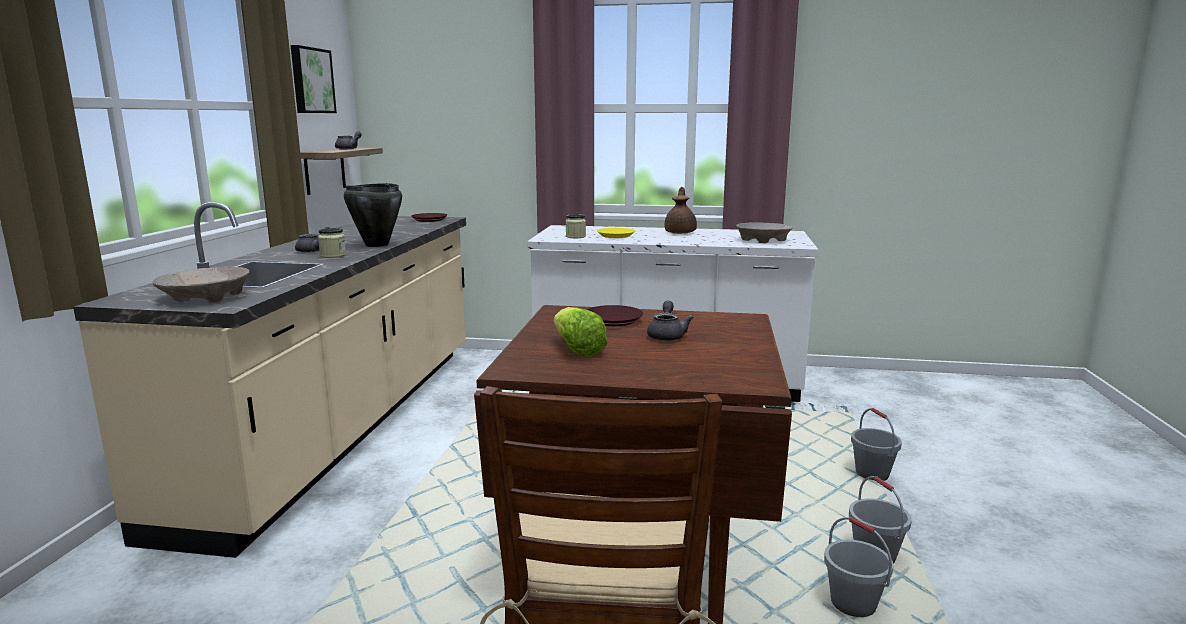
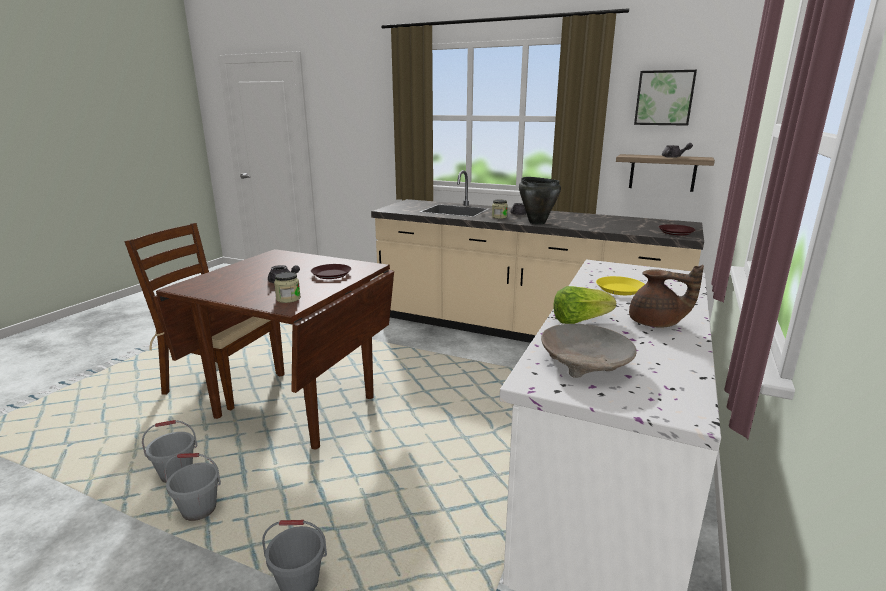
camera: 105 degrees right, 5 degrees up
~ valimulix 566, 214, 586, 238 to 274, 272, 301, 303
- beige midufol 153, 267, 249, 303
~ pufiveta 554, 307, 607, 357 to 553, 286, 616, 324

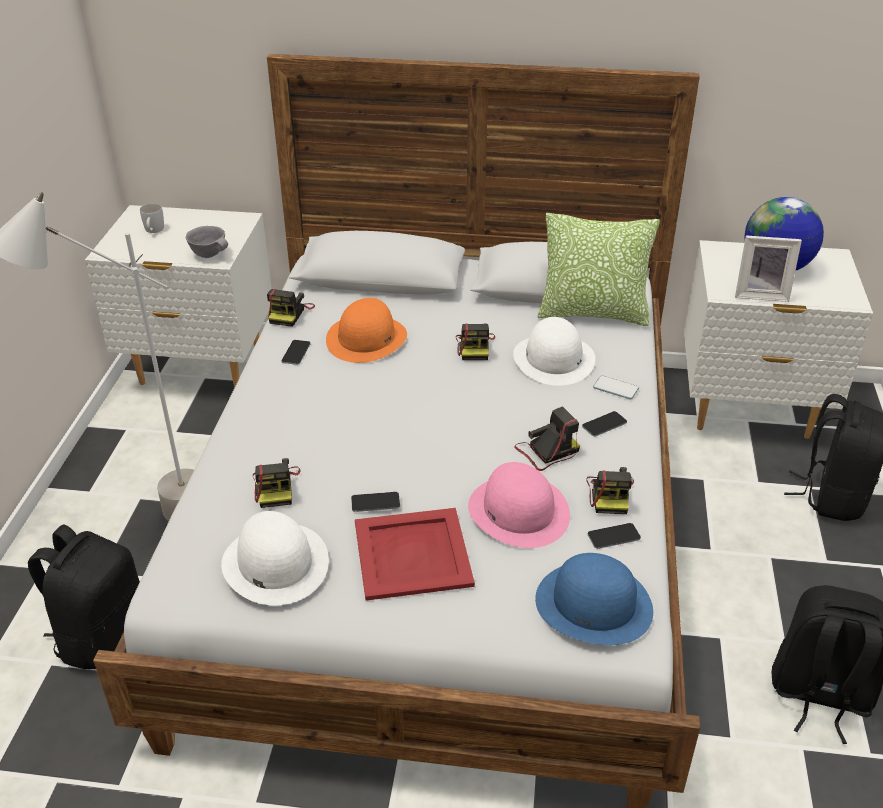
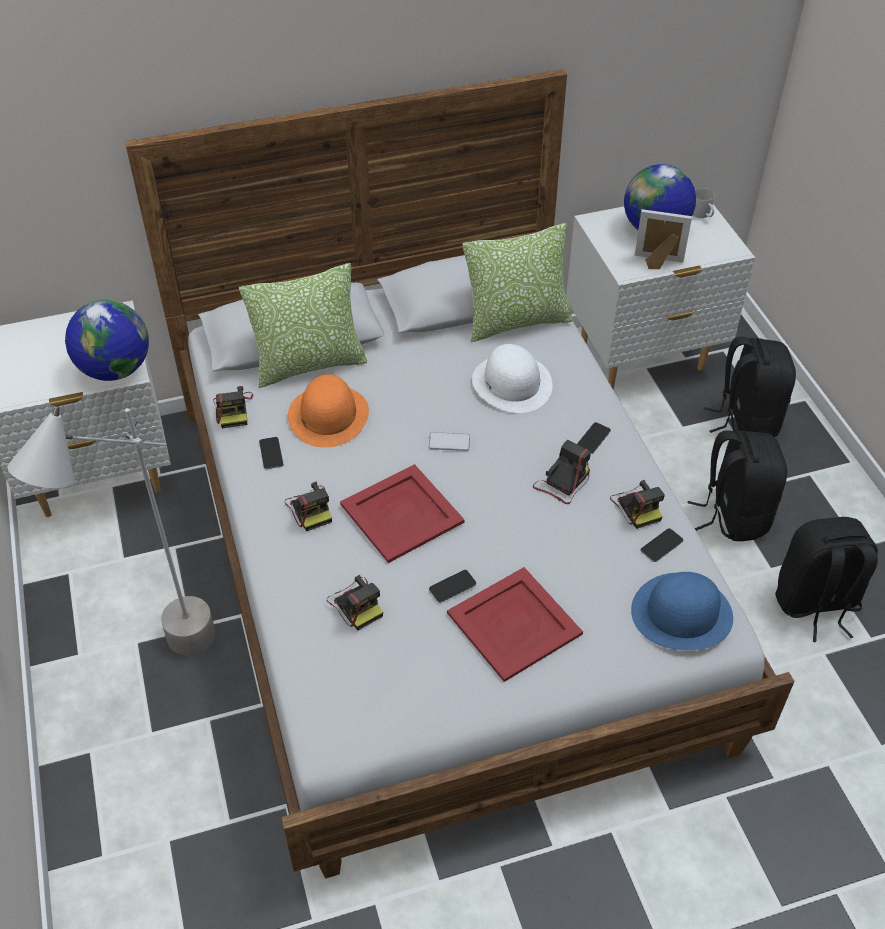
camera: 25 degrees left, 10 degrees up
~ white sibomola 140, 203, 164, 233 to 693, 188, 715, 218
~ grey midufol 186, 226, 228, 258 to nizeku 65, 300, 149, 381
~ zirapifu 735, 235, 802, 302 = 635, 209, 692, 269 150 degrees counterclockwise
~ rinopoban 456, 323, 495, 360 to 285, 482, 332, 531
~ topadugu 593, 375, 639, 399 to 429, 432, 470, 451
- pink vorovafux 468, 462, 570, 548
- white vorovafux 221, 511, 329, 606
~ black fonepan 28, 524, 140, 669 to 688, 430, 787, 541
+ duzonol 239, 263, 367, 388
+ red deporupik 340, 464, 465, 563

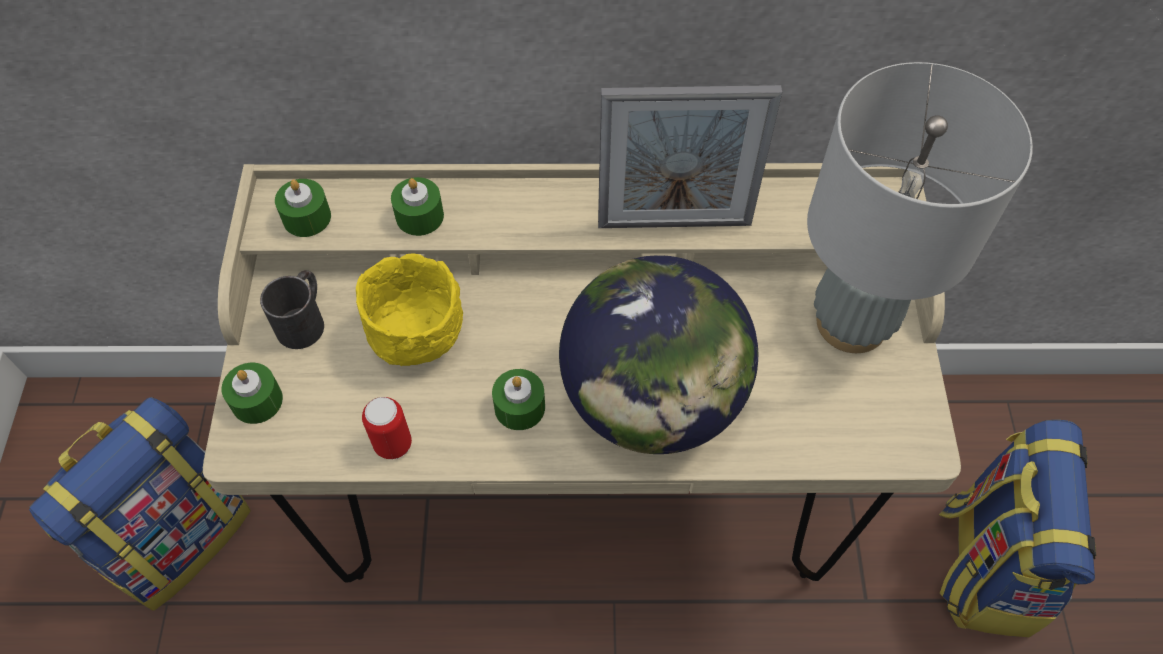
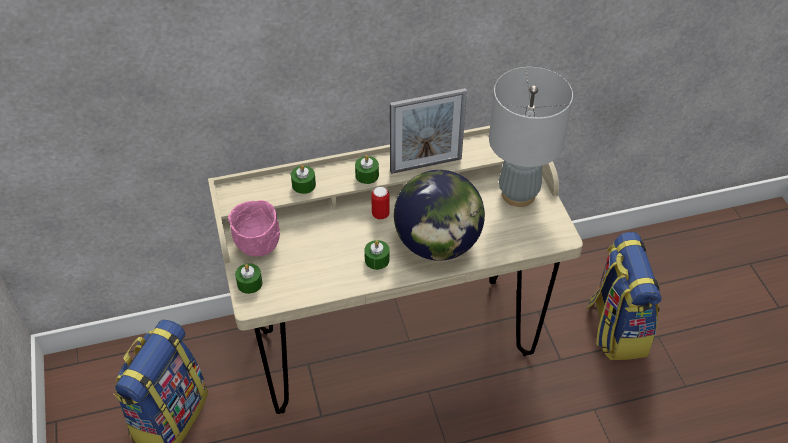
camera: 15 degrees left, 10 degrees down
~ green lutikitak 275, 179, 331, 237 to 355, 155, 379, 184
- yellow midufol 356, 253, 463, 366
~ black sibomola 260, 270, 324, 349 to pink midufol 228, 200, 280, 257
~ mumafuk 362, 397, 412, 460 to 371, 187, 390, 220

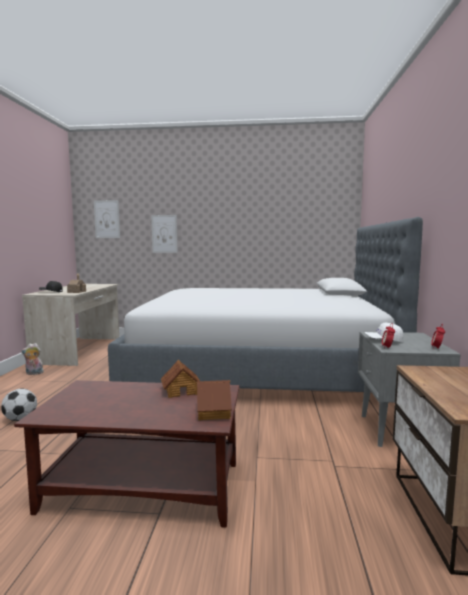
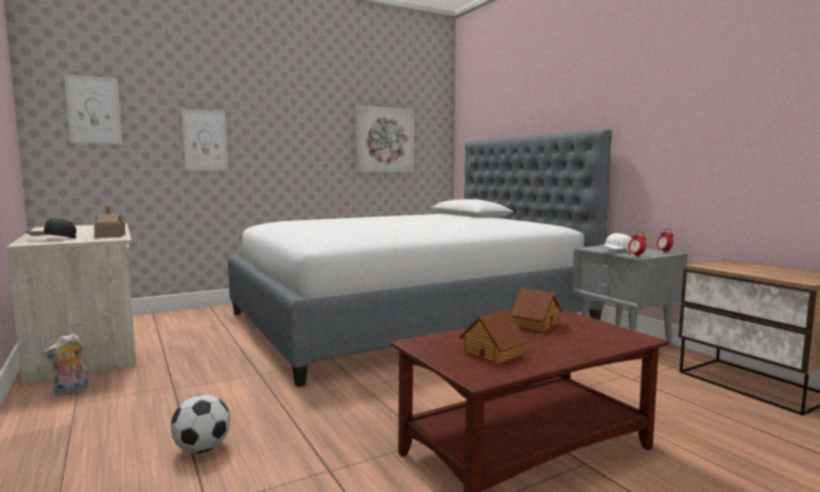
camera: 35 degrees left, 0 degrees up
~ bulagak 196, 380, 232, 420 to 459, 309, 528, 364
+ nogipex 355, 105, 414, 172

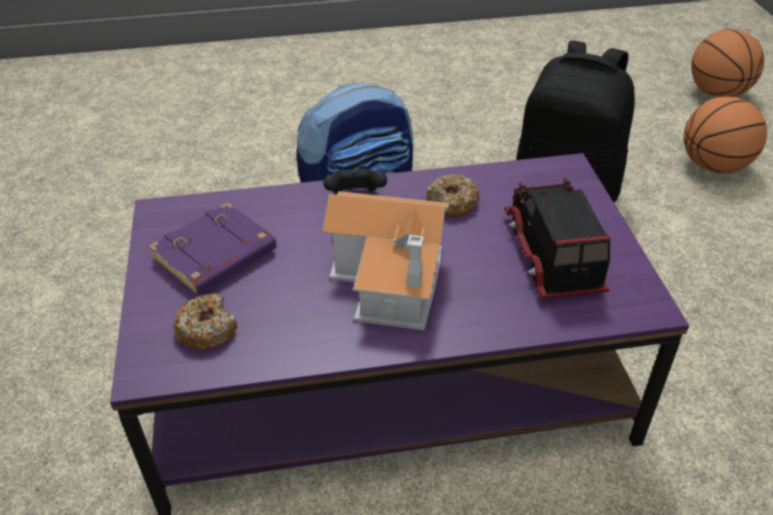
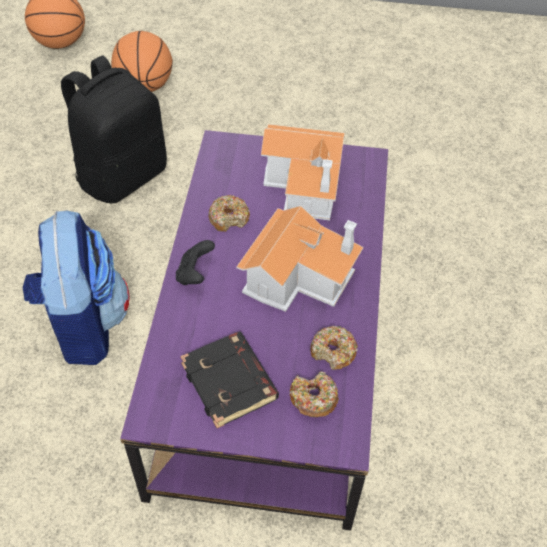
camera: 75 degrees left, 10 degrees up
~ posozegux 504, 178, 610, 299 to bulagak 261, 124, 345, 220
~ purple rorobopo 149, 203, 277, 295 to black rorobopo 180, 332, 279, 428
+ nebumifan 310, 326, 358, 370

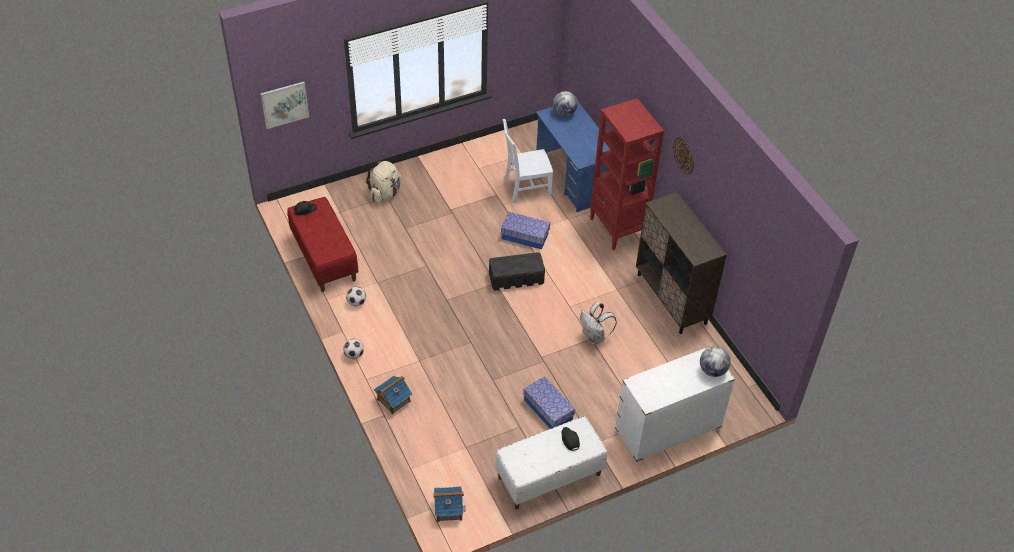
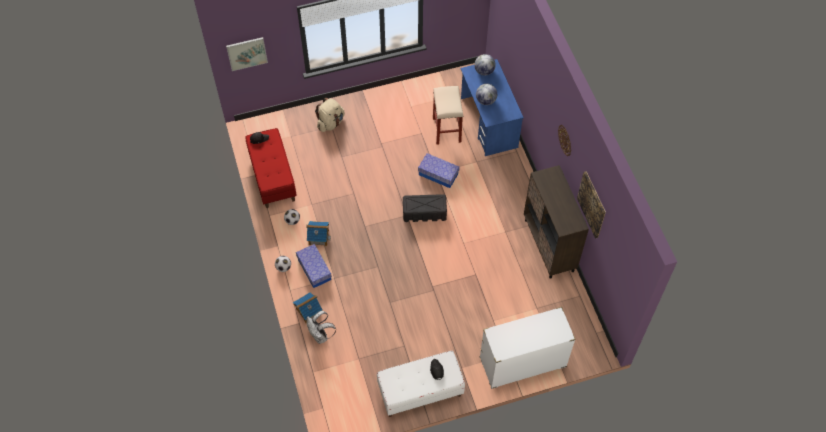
camera: 10 degrees right, 10 degrees up
- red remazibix 590, 98, 664, 250
~ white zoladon 503, 119, 553, 203 to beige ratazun 433, 86, 463, 145
~ white fonepan 580, 302, 617, 345 to 306, 311, 336, 344
~ nizeku 700, 346, 731, 377 to 476, 84, 497, 105
~ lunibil 523, 376, 575, 429 to 296, 244, 332, 288
~ bulagak 433, 486, 466, 522 to 306, 221, 331, 246
+ nogipex 577, 171, 606, 238

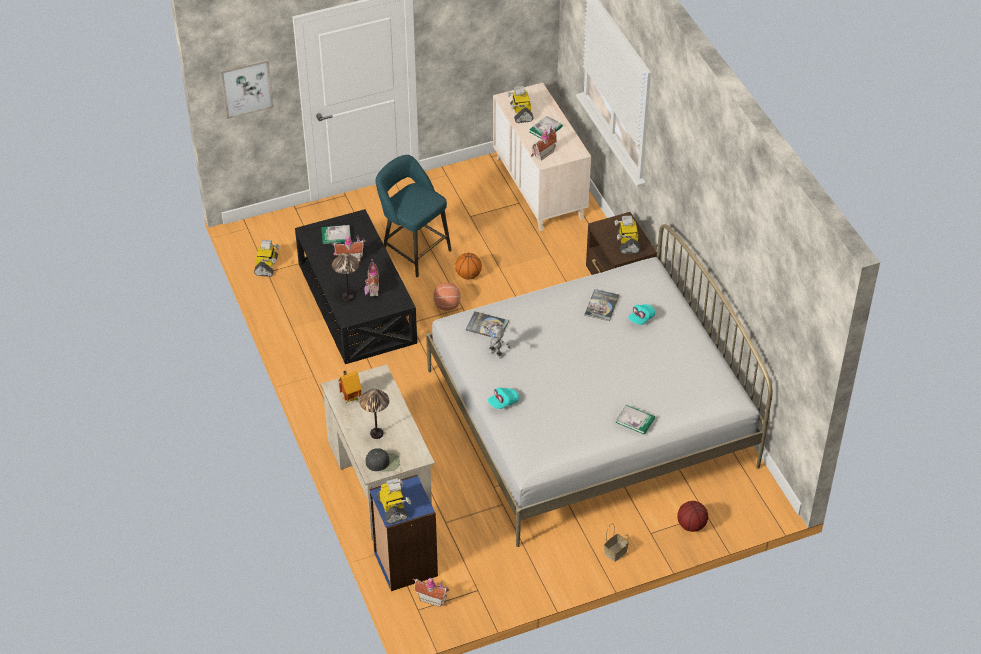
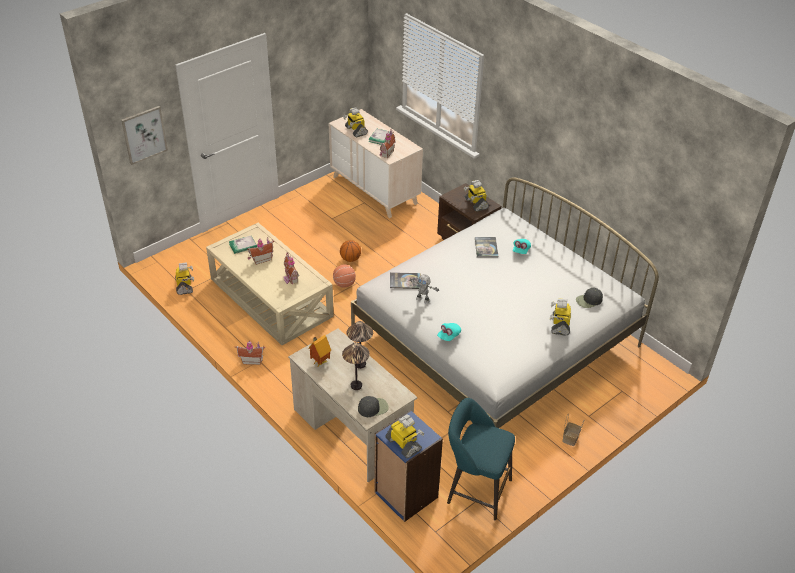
camera: 20 degrees left, 5 degrees down
~ turquoise ratazun 376, 155, 452, 277 to 447, 398, 515, 520
~ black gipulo 295, 209, 417, 364 to beige gipulo 206, 223, 334, 345
~ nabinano 332, 253, 359, 301 to 347, 321, 373, 369
~ rorobopo 616, 405, 655, 435 to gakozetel 550, 298, 571, 336
- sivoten 677, 501, 708, 532
~ bulagak 413, 577, 449, 607 to 235, 341, 265, 365
+ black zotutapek 576, 288, 603, 308

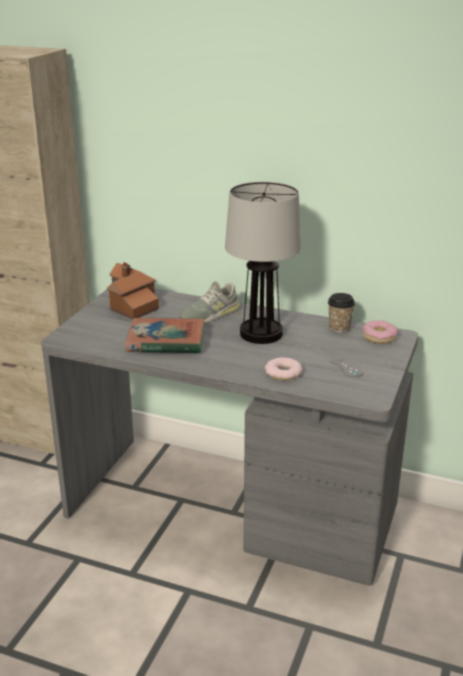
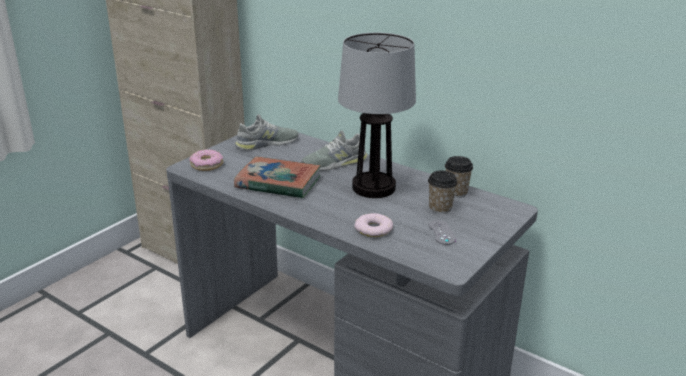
camera: 15 degrees right, 0 degrees up
~ bulagak 107, 262, 159, 320 to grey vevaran 235, 114, 299, 151
~ nebumifan 363, 320, 398, 344 to 189, 149, 223, 171
+ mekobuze 428, 170, 458, 214

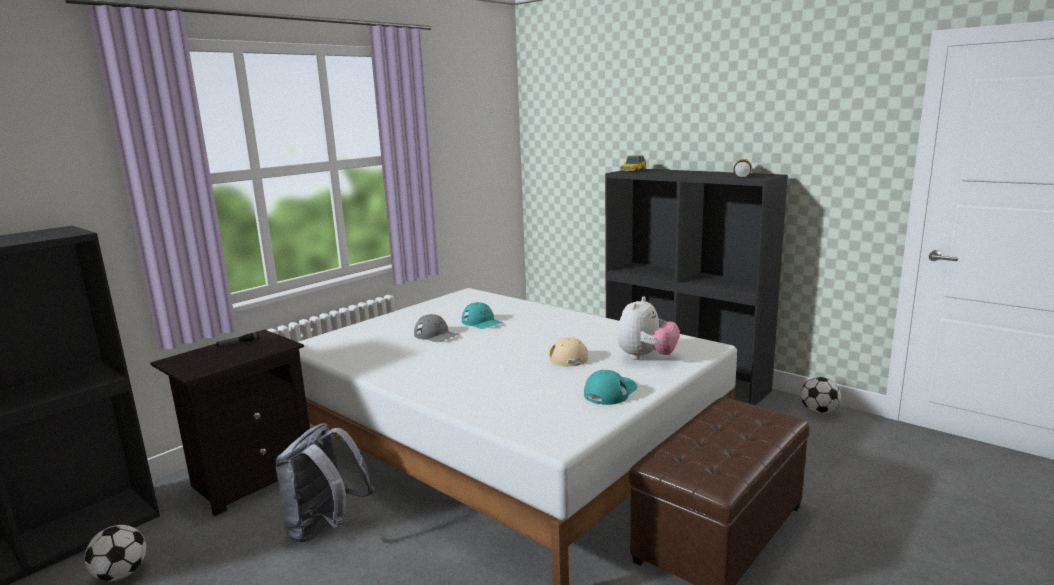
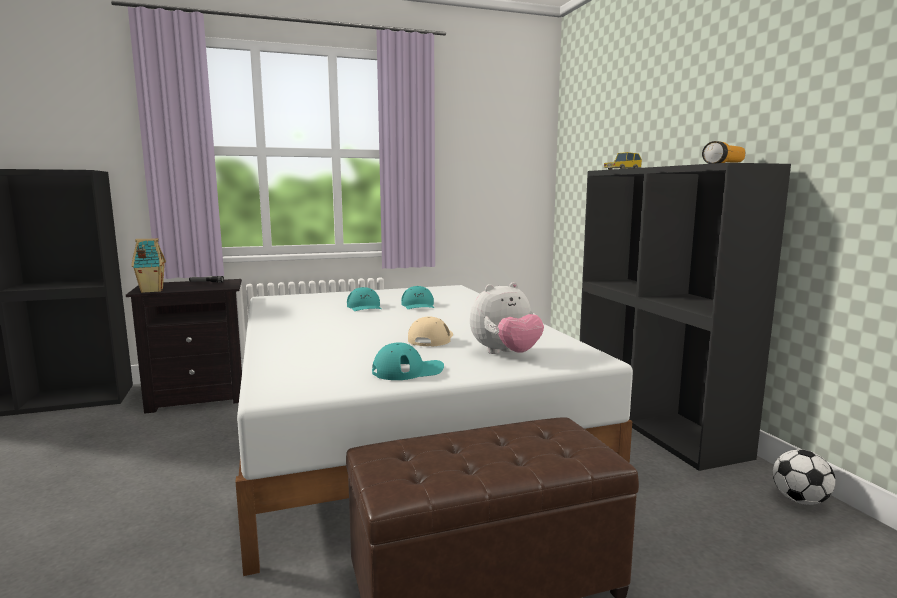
camera: 30 degrees right, 5 degrees down
~ grey zotutapek 414, 314, 459, 342 to turquoise zotutapek 347, 287, 381, 311
- grey fonepan 276, 423, 374, 542
- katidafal 84, 525, 146, 581
+ bulagak 131, 238, 166, 293

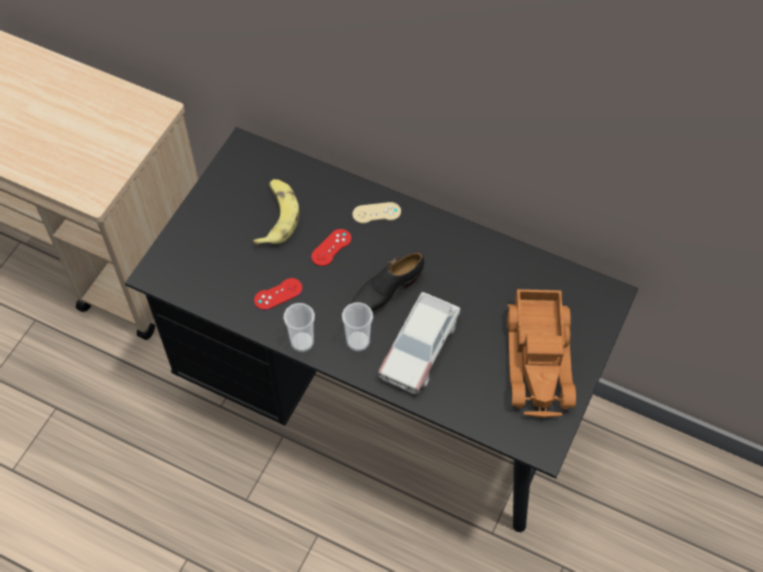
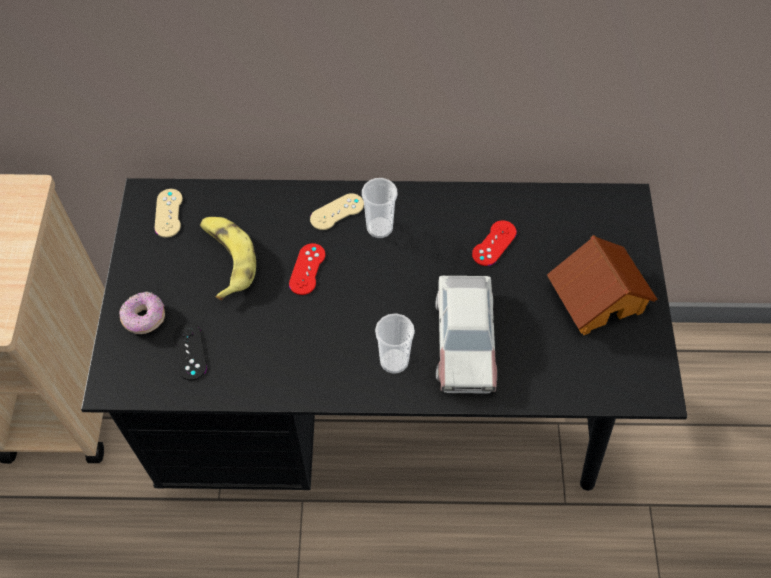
camera: 25 degrees left, 0 degrees up
- black vevaran 351, 253, 424, 313
~ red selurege 254, 278, 302, 310 to 472, 221, 517, 266
~ posozegux 507, 289, 576, 418 to bulagak 547, 235, 657, 335
~ mekobuze 283, 303, 315, 352 to 362, 178, 397, 238
+ beige selurege 155, 189, 183, 238
+ nebumifan 119, 291, 165, 334
+ black selurege 173, 323, 207, 381

